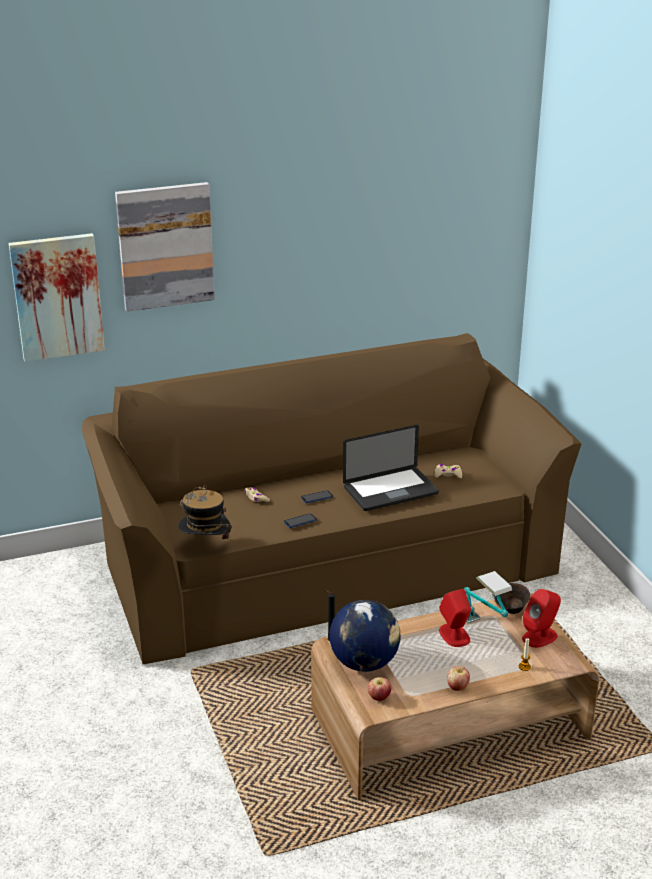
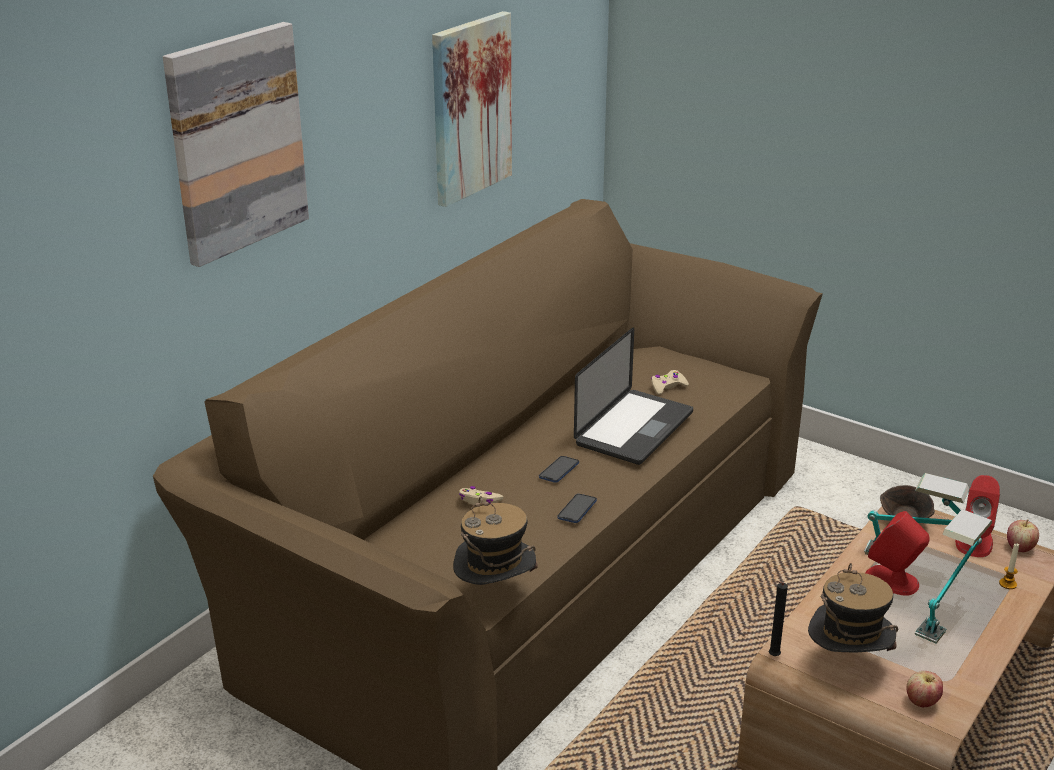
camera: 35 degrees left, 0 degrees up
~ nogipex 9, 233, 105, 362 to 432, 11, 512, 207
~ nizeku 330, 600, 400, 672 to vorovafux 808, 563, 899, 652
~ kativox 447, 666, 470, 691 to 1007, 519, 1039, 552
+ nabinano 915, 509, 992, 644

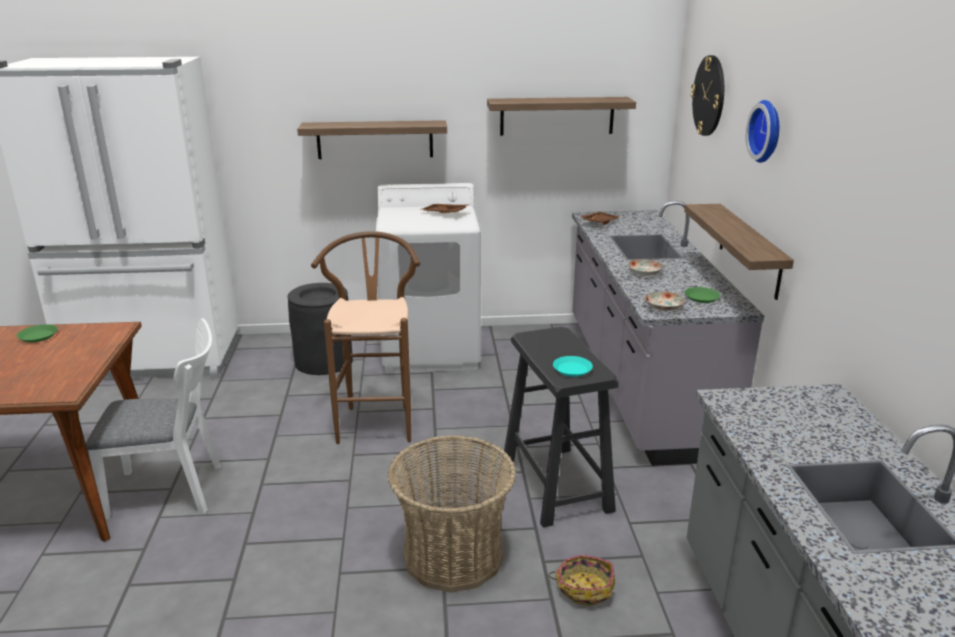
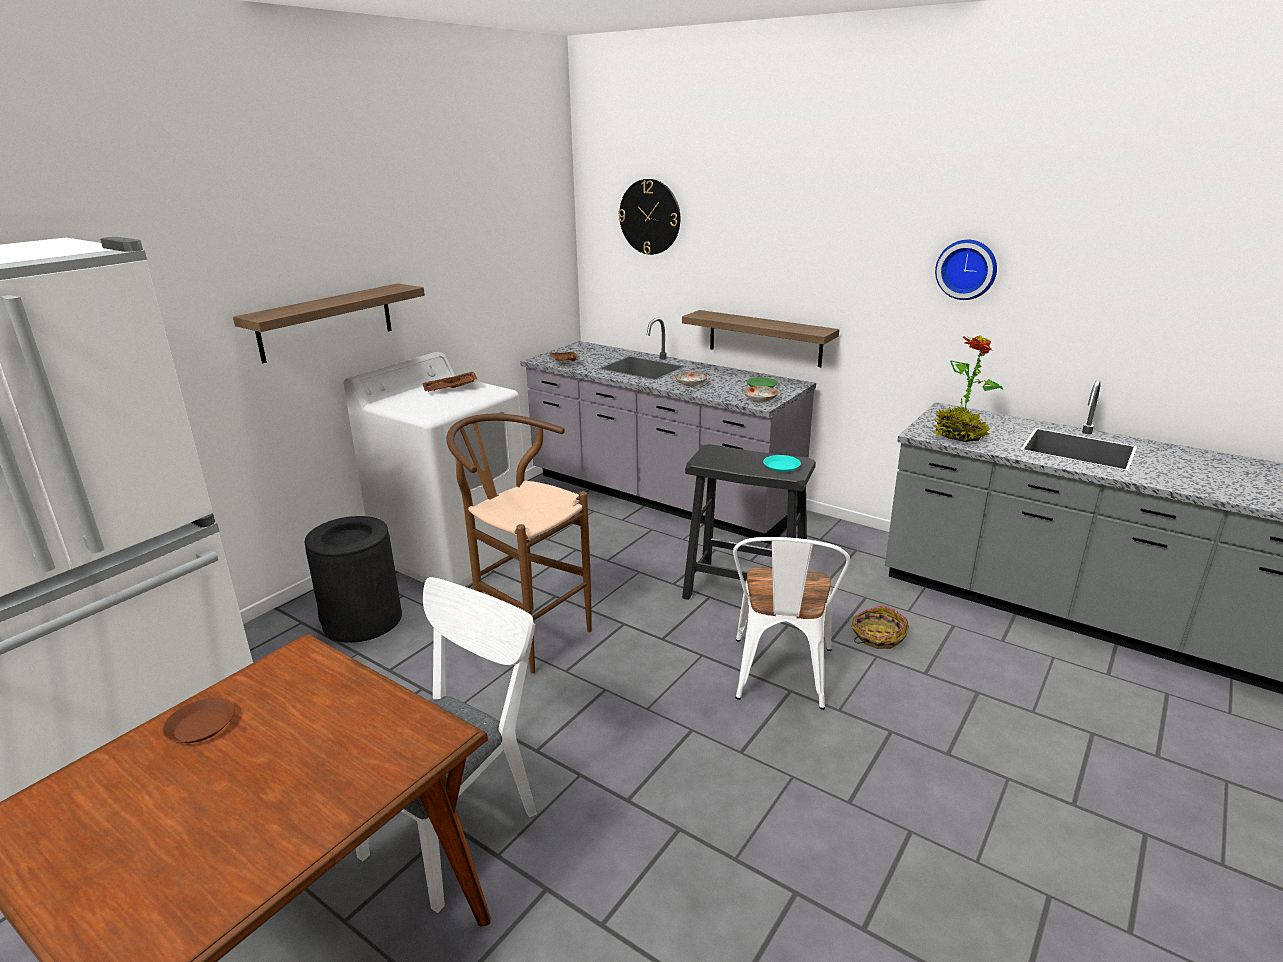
camera: 50 degrees left, 0 degrees up
- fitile 487, 97, 636, 136
~ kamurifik 746, 100, 779, 163 to 935, 240, 997, 300
~ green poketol 17, 324, 58, 342 to brown poketol 163, 698, 234, 743
~ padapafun 388, 435, 516, 593 to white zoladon 733, 537, 850, 710
+ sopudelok 933, 335, 1003, 442

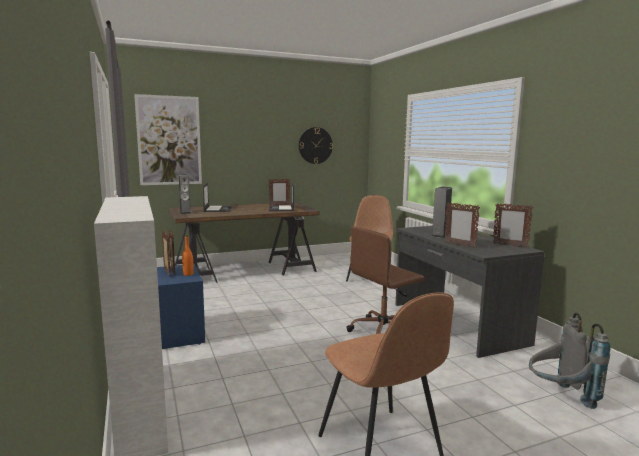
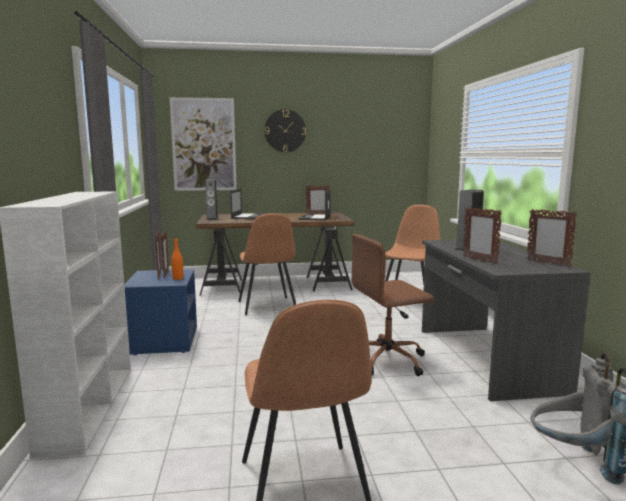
camera: 15 degrees right, 0 degrees up
~ kamurifik 299, 127, 333, 164 to 264, 109, 306, 152
+ brown zoladon 238, 213, 296, 315

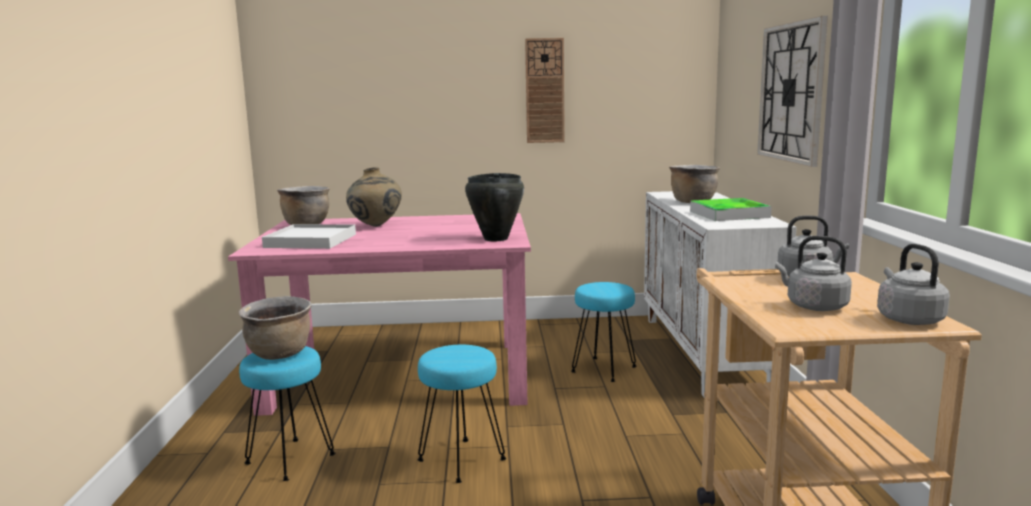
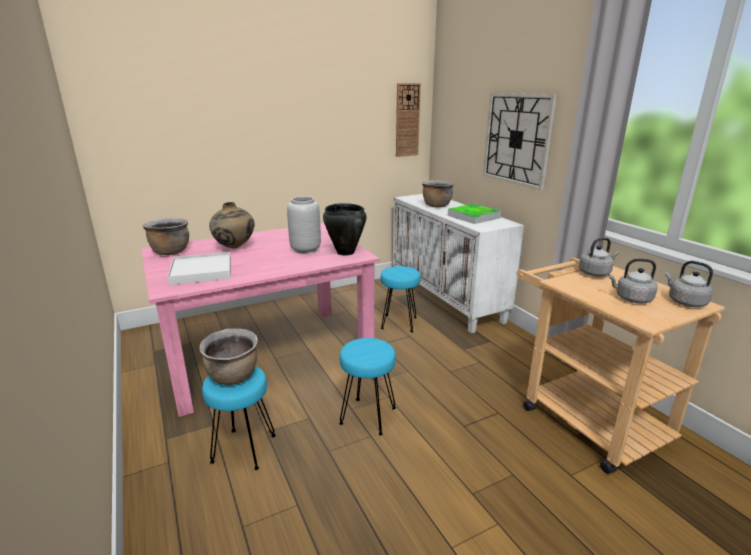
camera: 25 degrees left, 10 degrees up
~ kamurifik 525, 38, 565, 143 to 396, 83, 421, 157
+ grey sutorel 287, 196, 321, 254

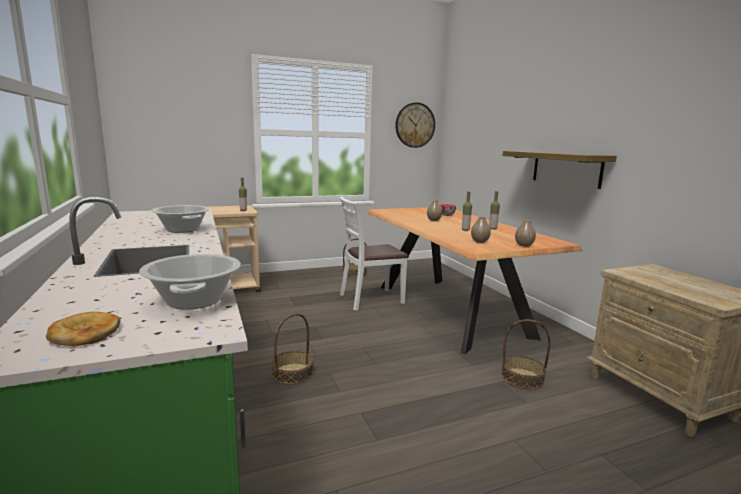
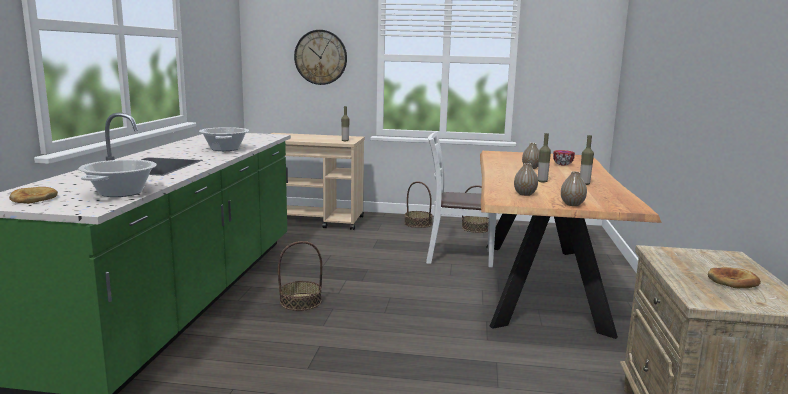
camera: 30 degrees right, 0 degrees up
~ kamurifik 395, 102, 435, 148 to 294, 30, 347, 85
- fitile 503, 151, 617, 189
~ padapafun 502, 319, 551, 389 to 404, 181, 432, 228
+ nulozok 708, 267, 761, 288

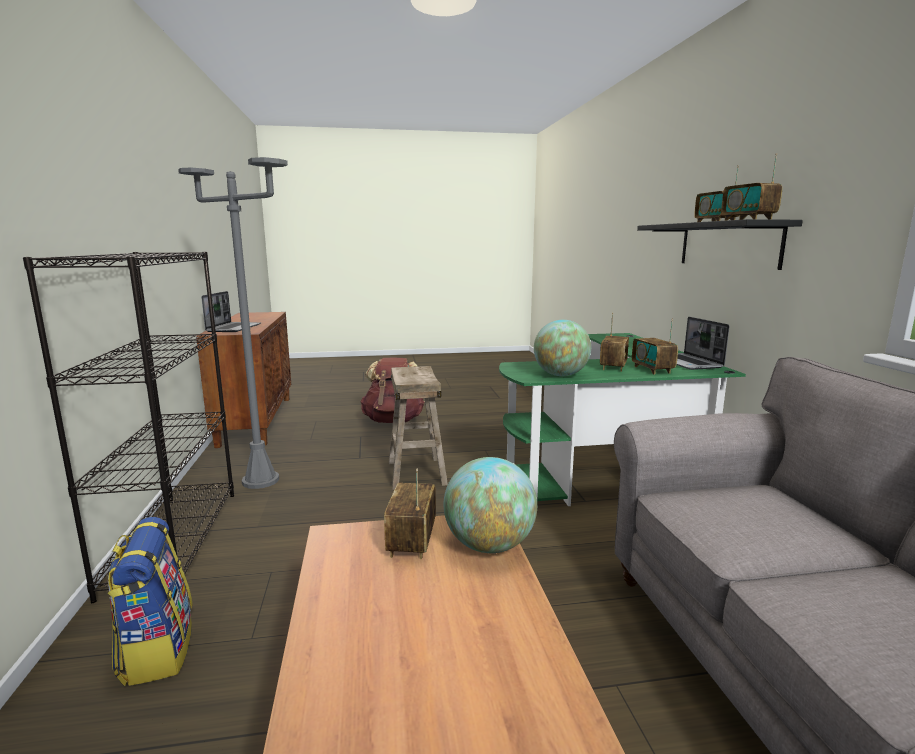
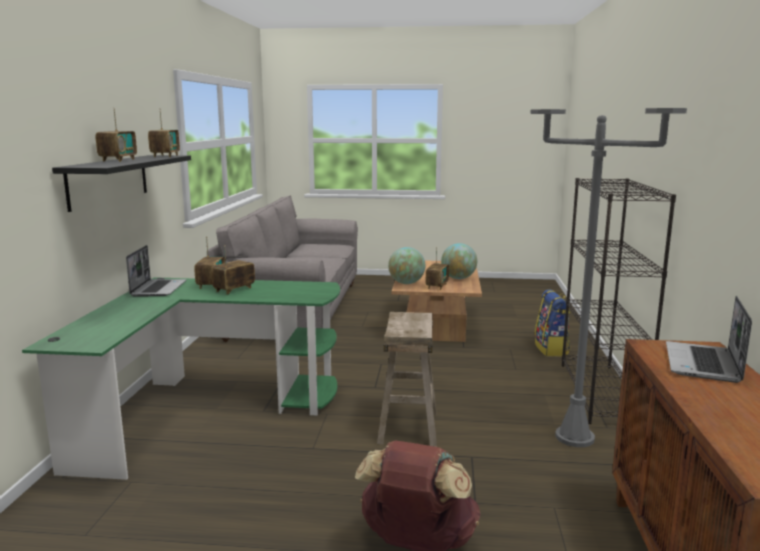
camera: 165 degrees left, 0 degrees up
~ nizeku 534, 320, 591, 376 to 441, 243, 477, 279

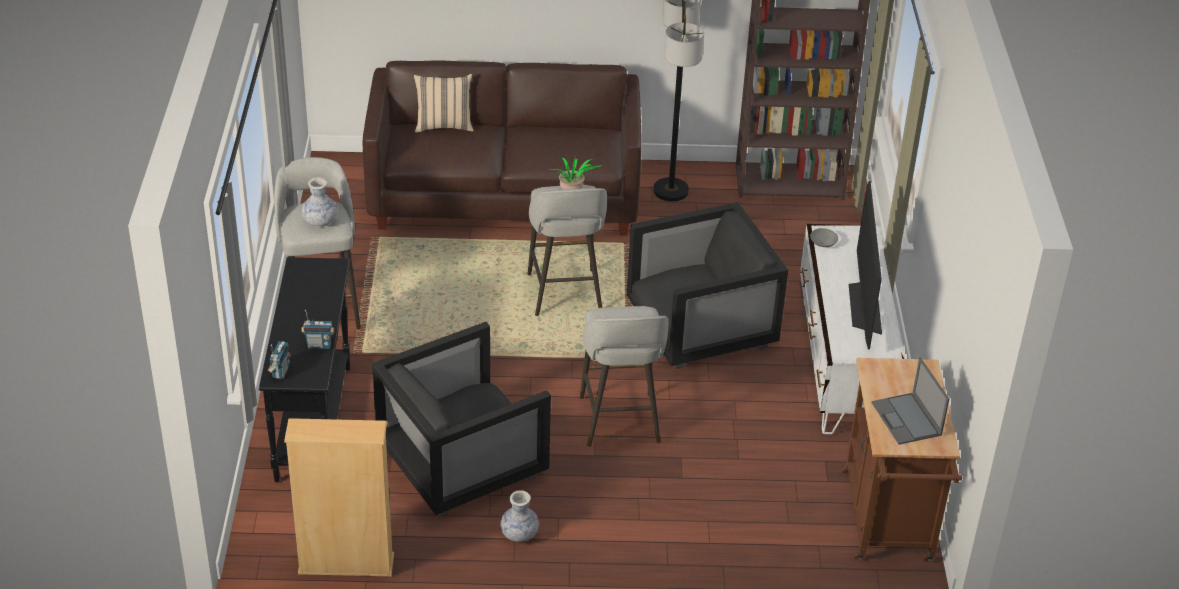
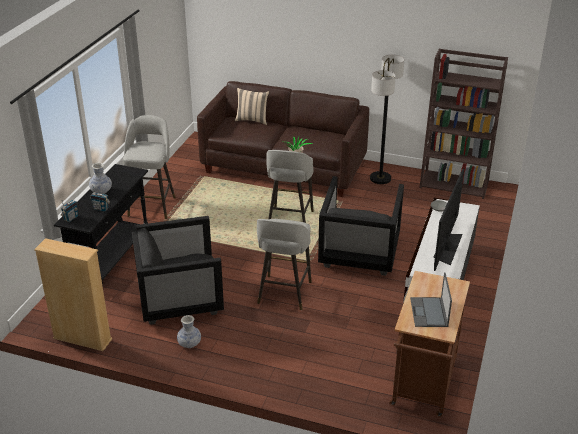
camera: 20 degrees right, 5 degrees down
~ sutorel 302, 177, 337, 227 to 89, 163, 112, 194
~ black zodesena 627, 202, 788, 369 = 318, 176, 404, 276 105 degrees clockwise

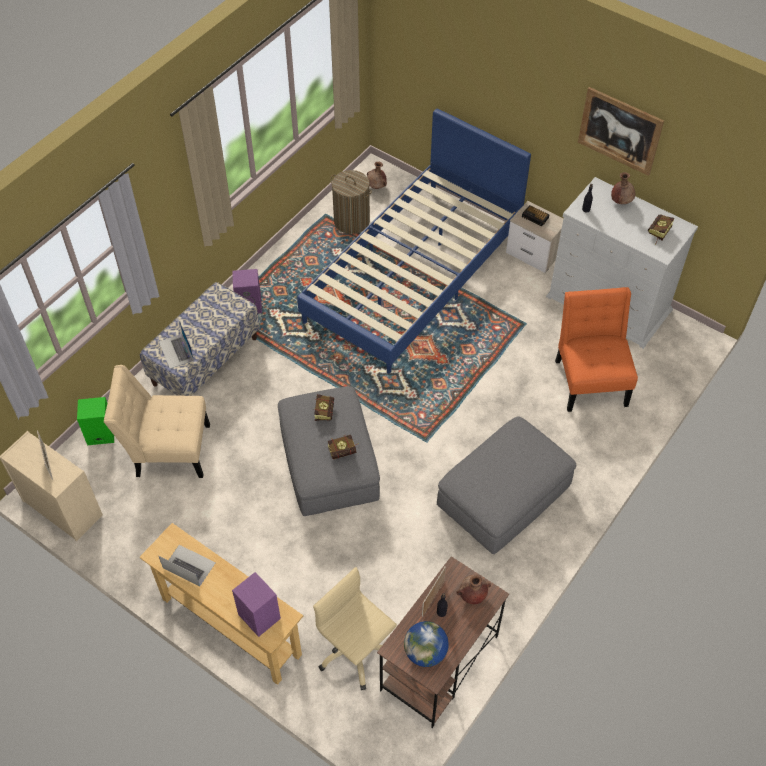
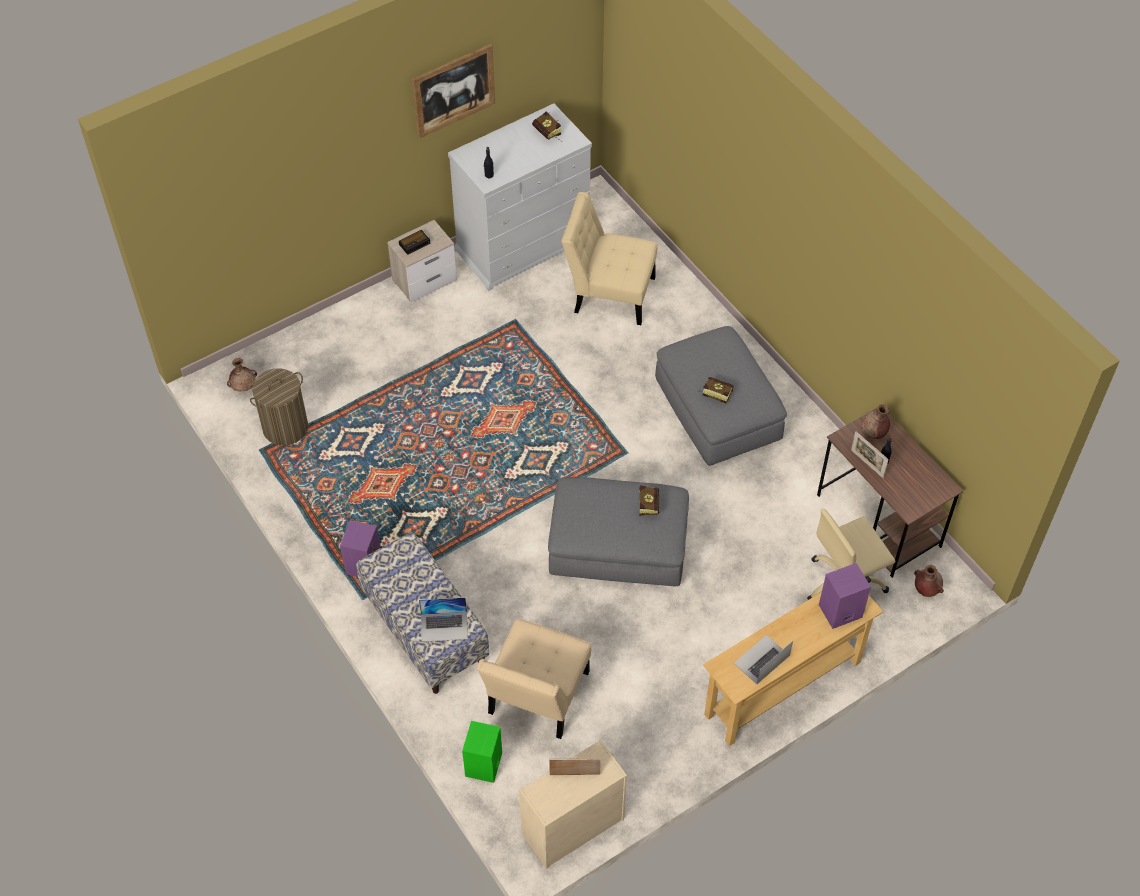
camera: 70 degrees left, 0 degrees up
- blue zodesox 297, 108, 531, 374
~ brown sutorel 611, 172, 635, 204 to 914, 565, 944, 597
~ orange zoladon 555, 287, 638, 412 to beige zoladon 561, 192, 657, 325
~ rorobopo 314, 394, 334, 421 to 697, 377, 734, 404
- nizeku 404, 621, 449, 667

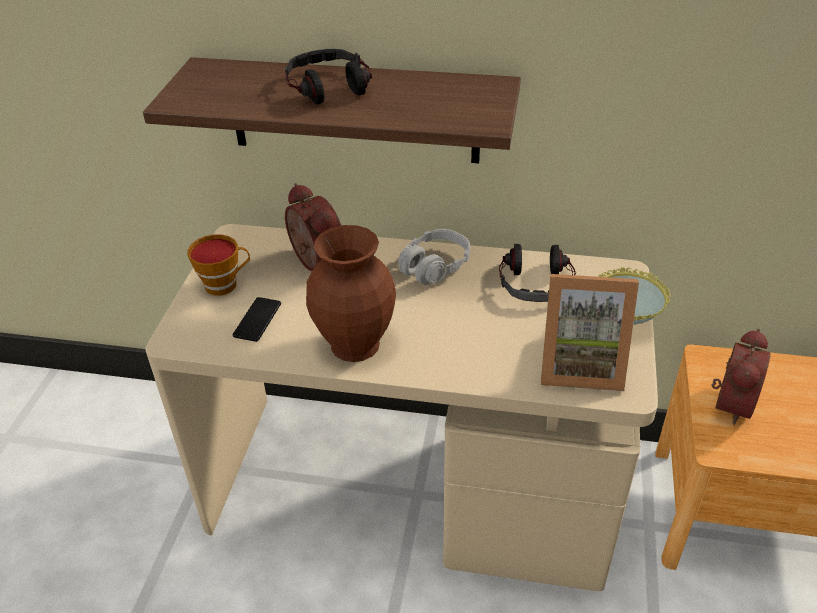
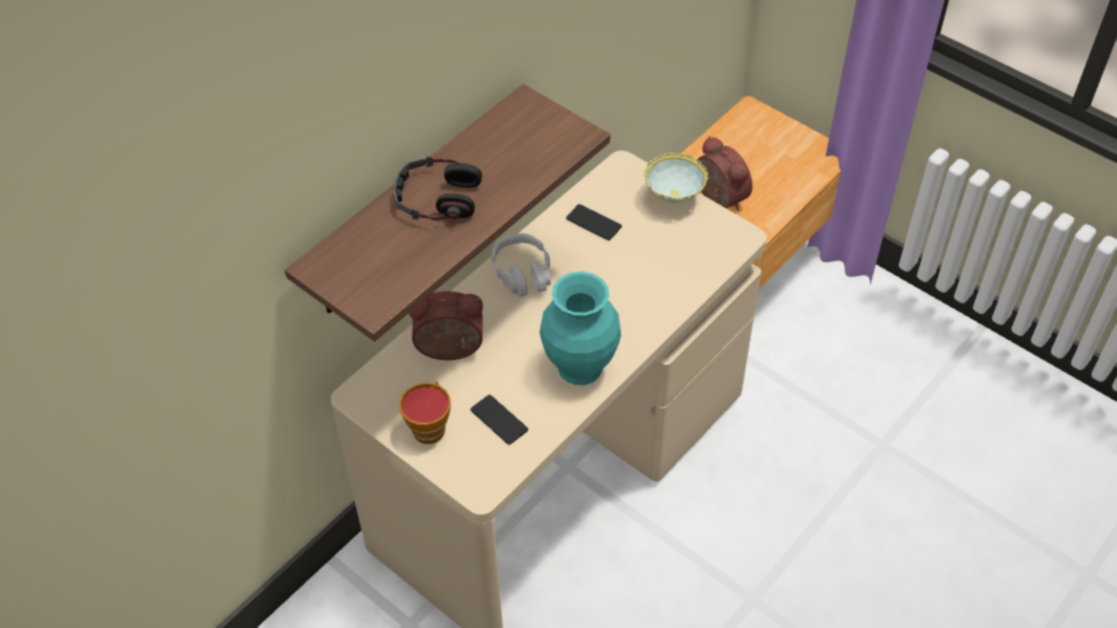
camera: 60 degrees left, 10 degrees up
~ brown sutorel 306, 225, 396, 362 to turquoise sutorel 540, 271, 621, 385
~ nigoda 499, 244, 576, 302 to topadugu 566, 204, 622, 240
- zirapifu 541, 274, 639, 391

